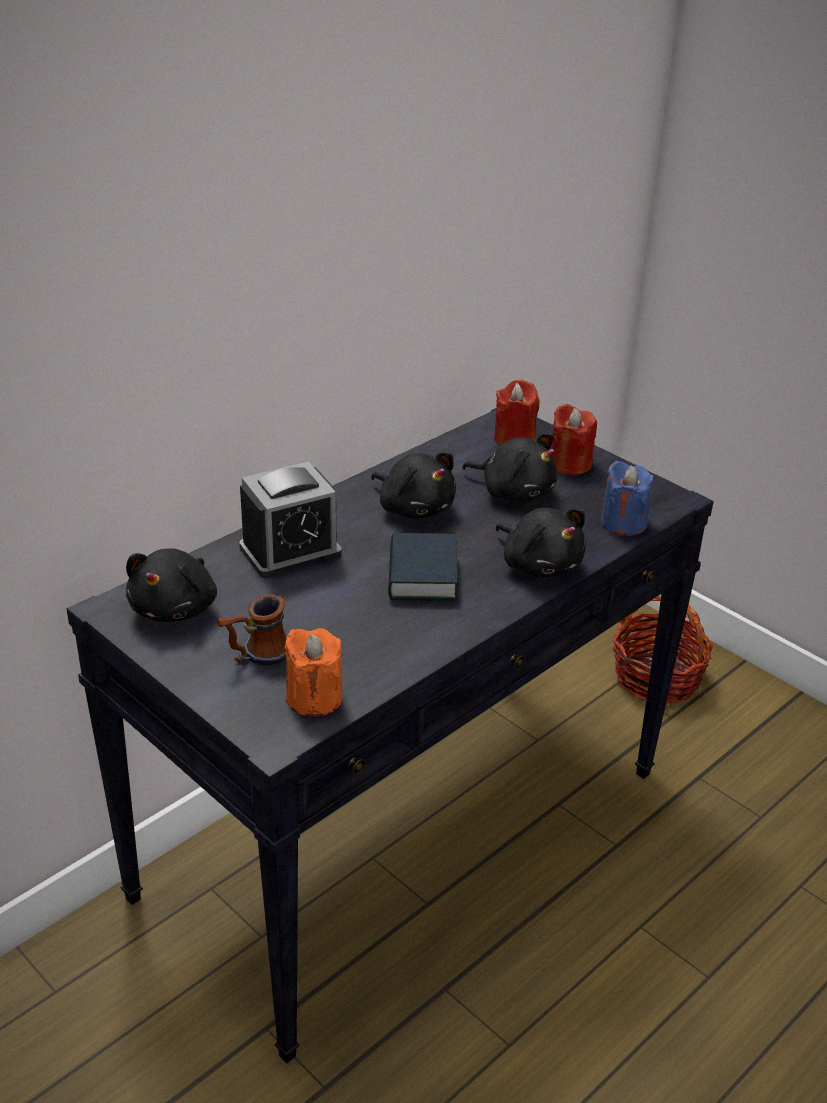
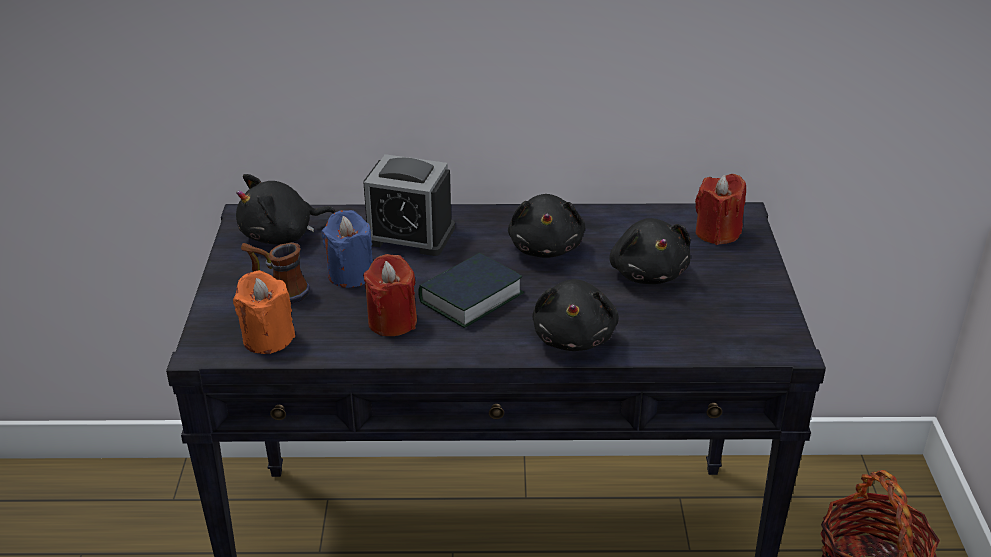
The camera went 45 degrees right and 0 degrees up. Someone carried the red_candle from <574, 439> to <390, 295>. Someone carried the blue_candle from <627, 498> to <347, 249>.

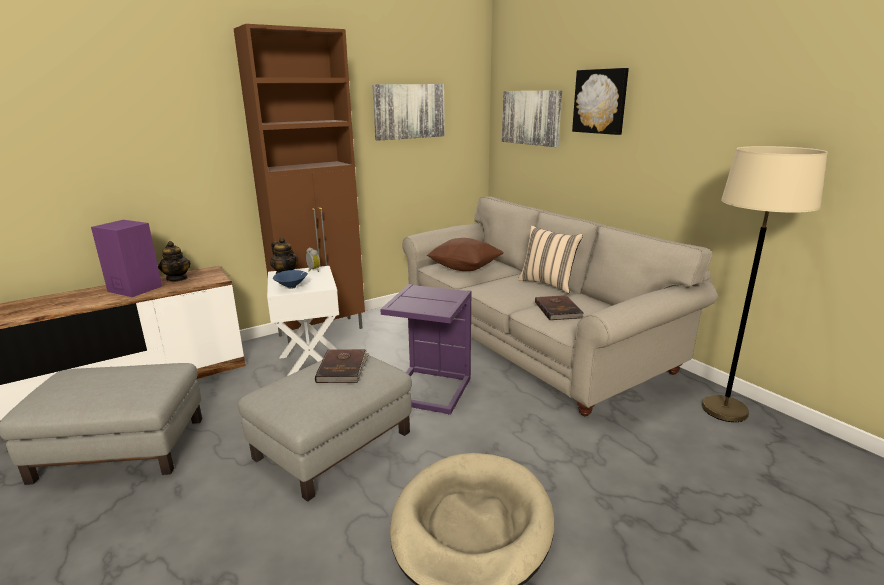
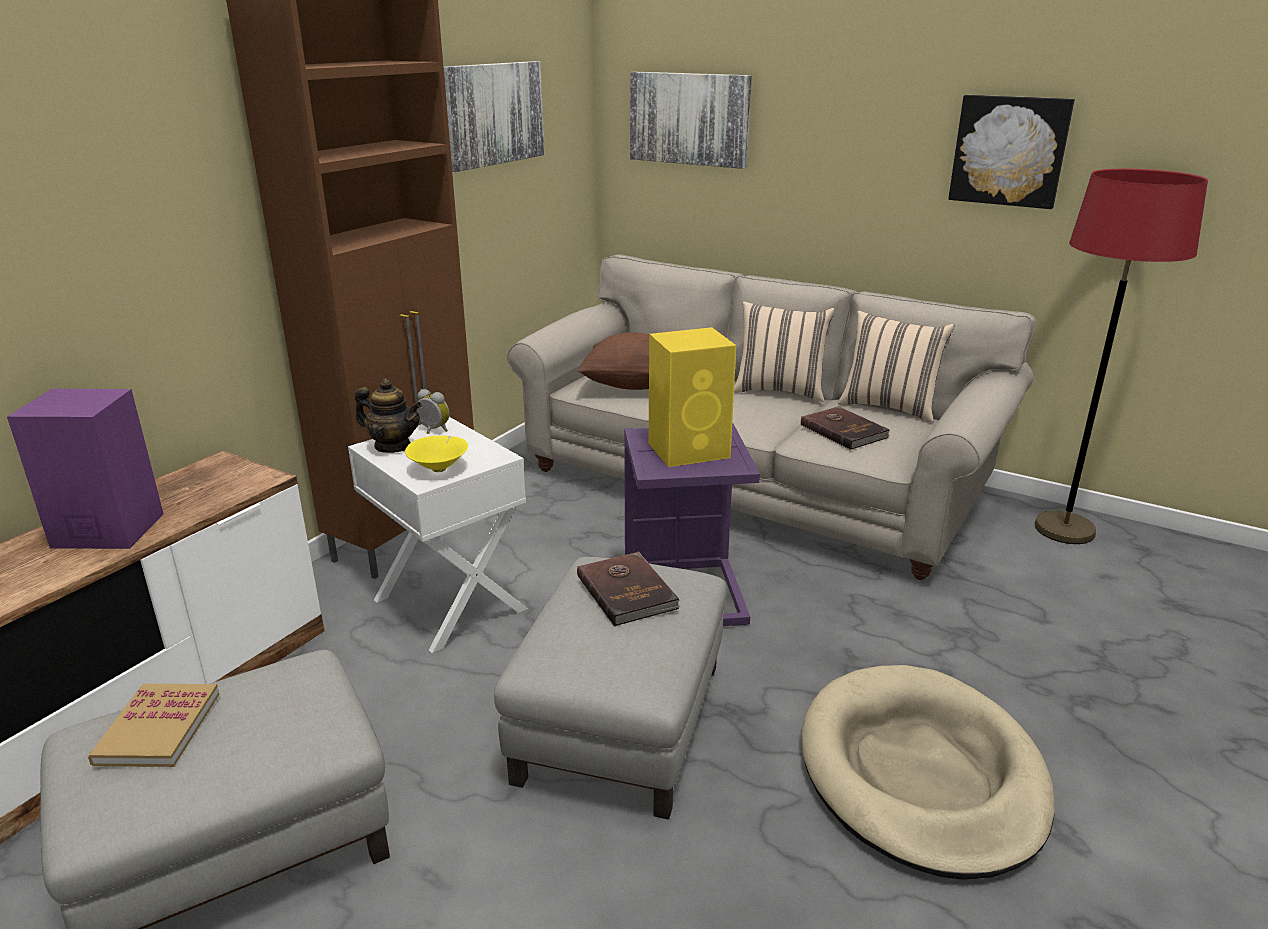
The camera went 25 degrees left and 5 degrees up. Someone took away the teapot at <174, 261>. Someone put down the book at <154, 725>. Someone put down the yellow_speaker at <692, 397>. Someone put down the beige_pillow at <896, 367>. Someone carried the picture from <600, 101> to <1011, 152>. Someone repainted the blue_bowl at <290, 279>, which became the yellow_bowl at <436, 453>. Someone repainted the beige_floor_lamp at <765, 284>, which became the red_floor_lamp at <1121, 356>.

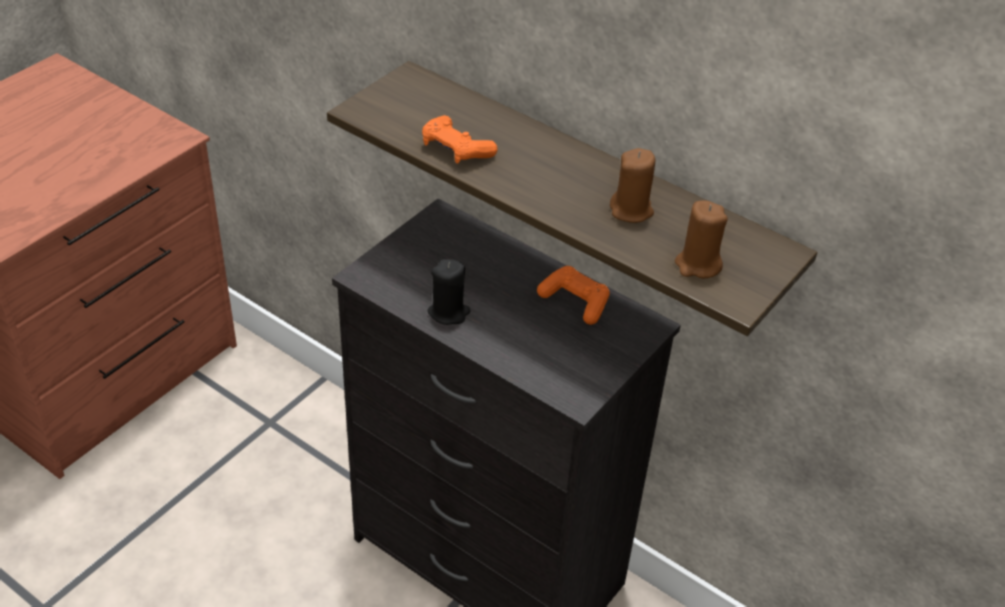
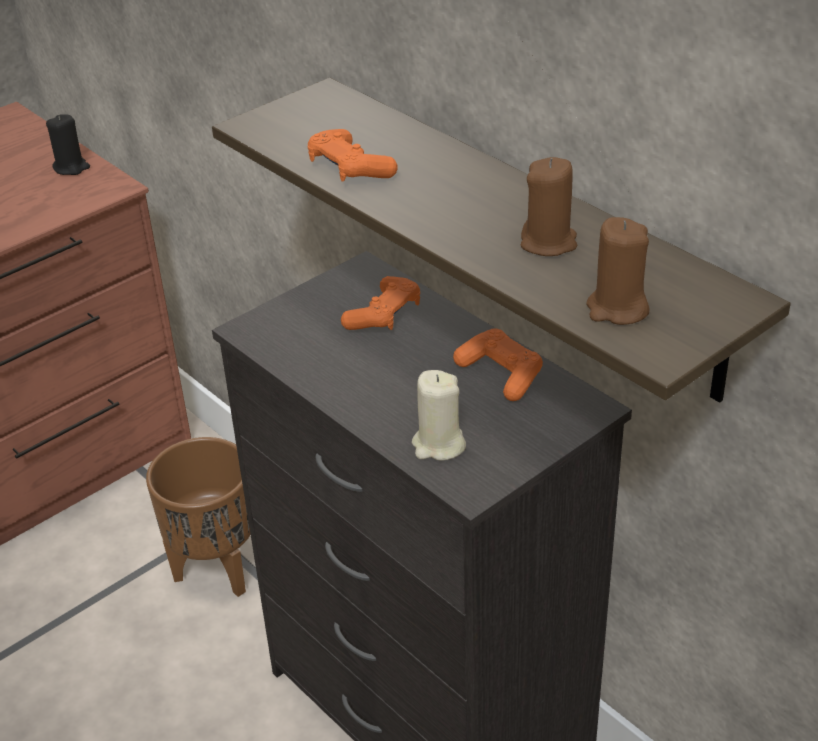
The camera went 15 degrees right and 5 degrees down. Someone put down the brown_planter at <198, 517>. Someone put down the orange_game_controller at <380, 303>. Someone put down the beige_candle at <439, 415>. Someone carried the black_candle from <449, 292> to <68, 144>.

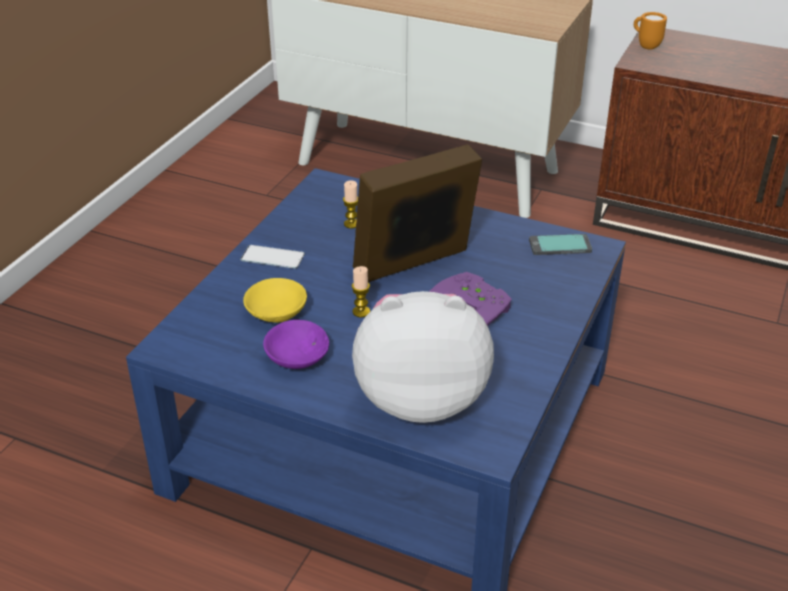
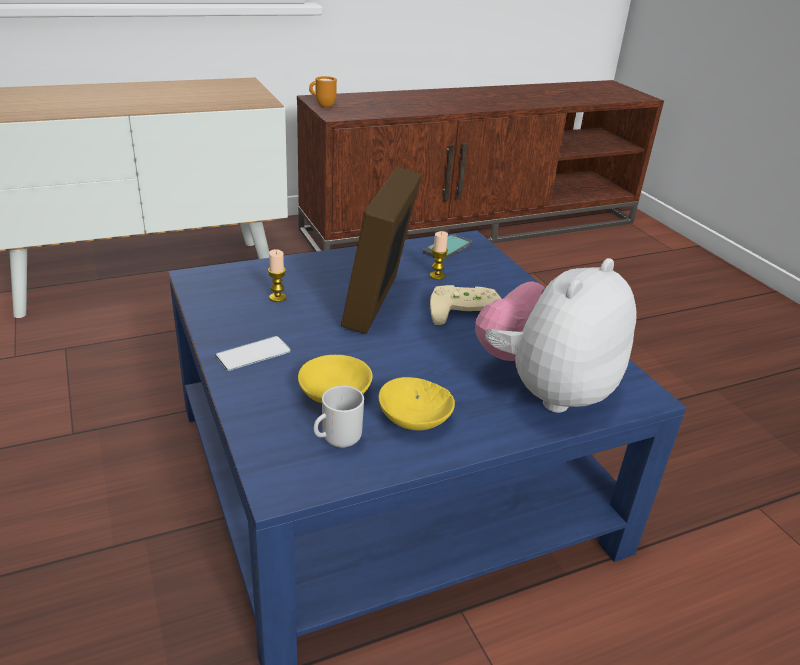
The camera went 50 degrees left and 5 degrees down. Someone put down the mug at <338, 417>. Someone carried the candle from <361, 292> to <438, 255>. Someone repainted the purple_bowl at <296, 344>, which became the yellow_bowl at <417, 404>. Someone repainted the purple_game_controller at <470, 299>, which became the beige_game_controller at <465, 305>.

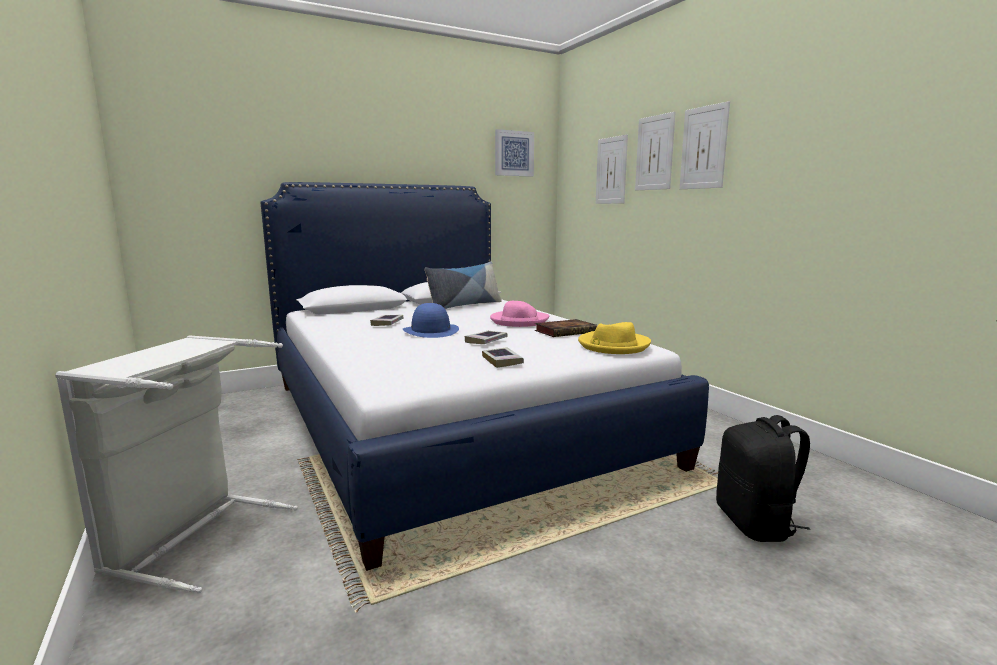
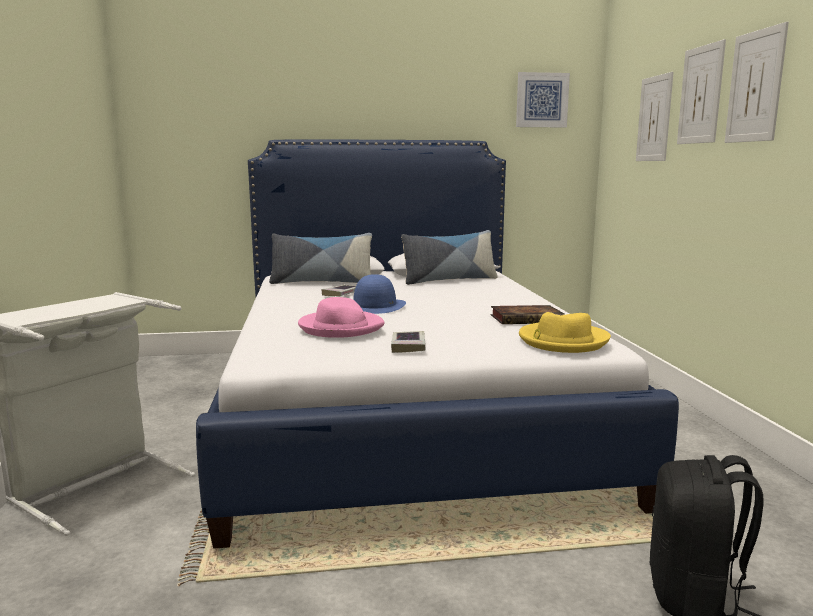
The camera went 20 degrees right and 0 degrees up. Someone took away the book at <486, 337>. Someone put down the pillow at <320, 258>. Someone carried the pink_hat from <519, 314> to <341, 317>.

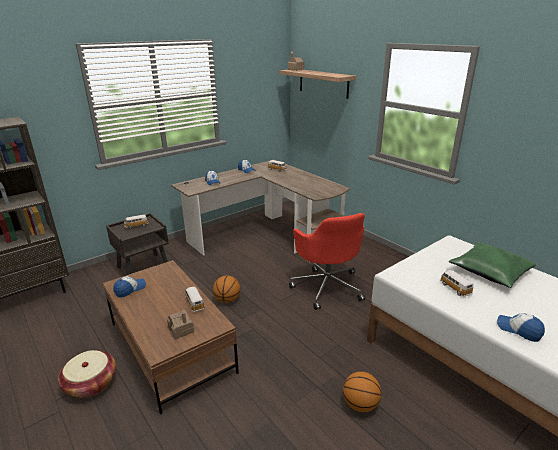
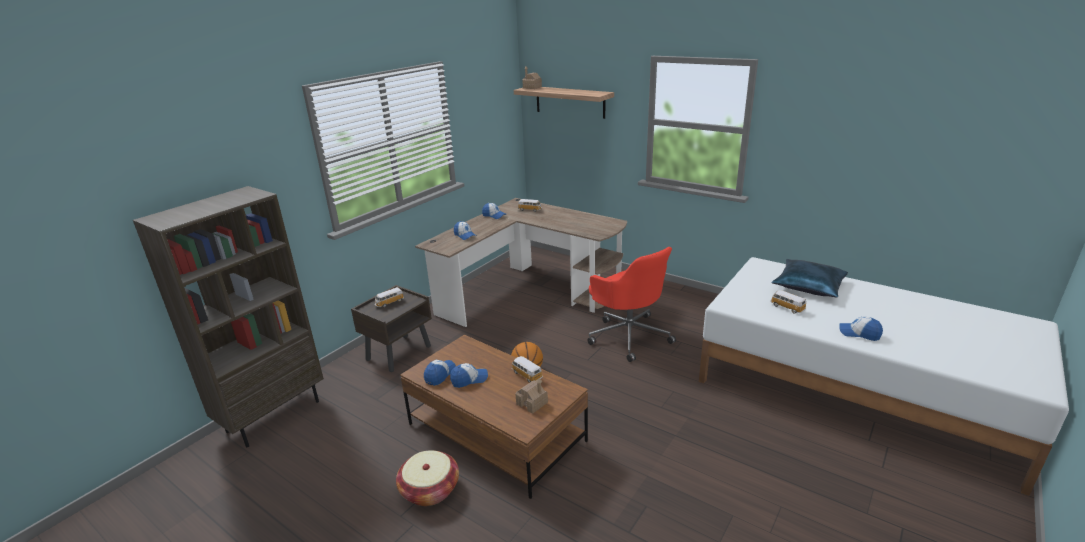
The camera went 15 degrees left and 0 degrees up. Someone took away the basketball at <362, 391>. Someone put down the cap at <469, 375>. Someone repainted the green_pillow at <492, 265>, which became the blue_pillow at <810, 278>.

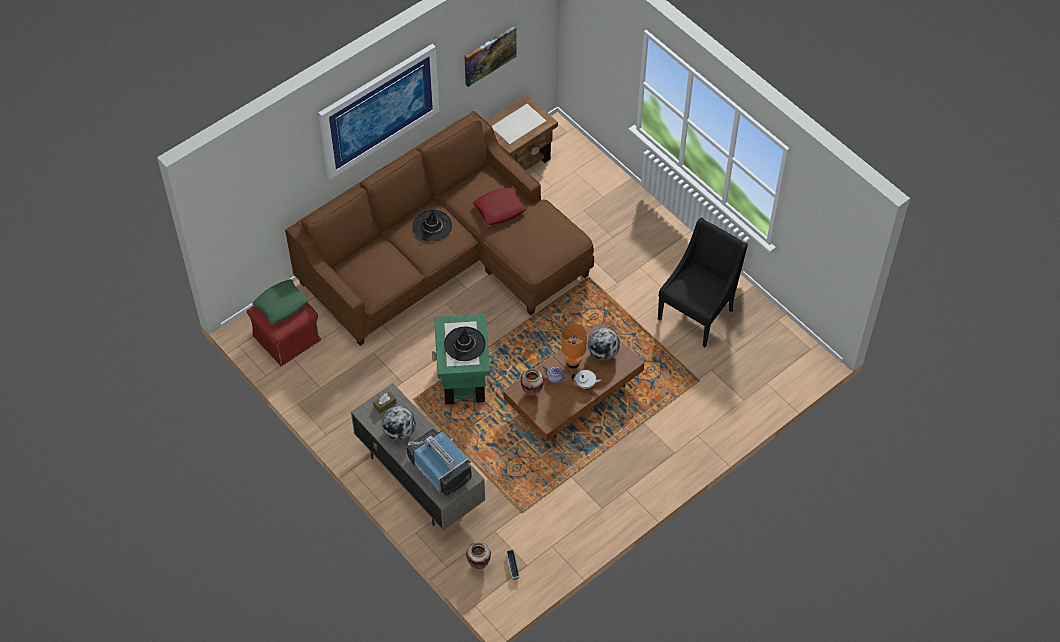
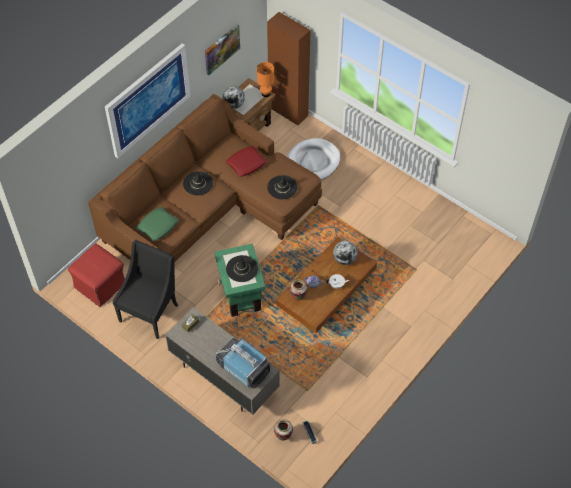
The camera went 10 degrees left and 0 degrees up. Someone put down the brown_cabinet at <289, 69>. Someone put down the black_hat at <282, 187>. Someone put down the white_dog_bed at <313, 159>. Someone carried the green_pillow from <281, 301> to <157, 224>. Someone carried the globe from <399, 423> to <233, 97>. Someone carried the orange_table_lamp from <574, 346> to <265, 79>. Someone carried the black_armchair from <703, 282> to <145, 289>.

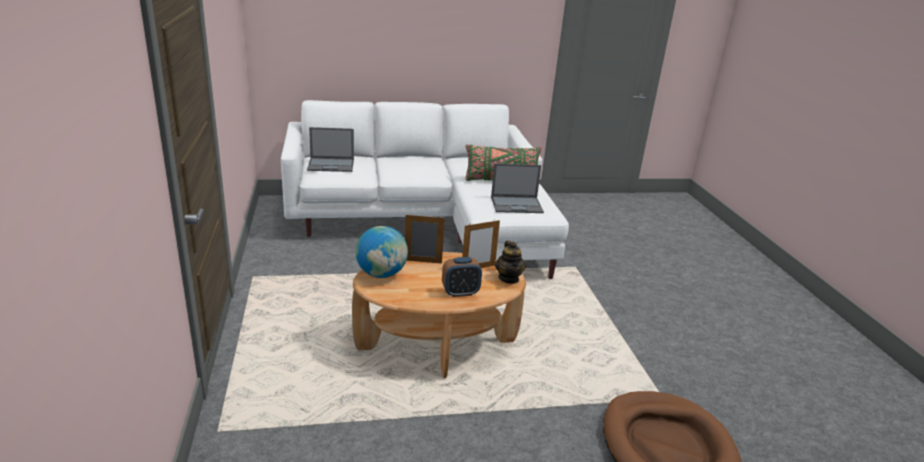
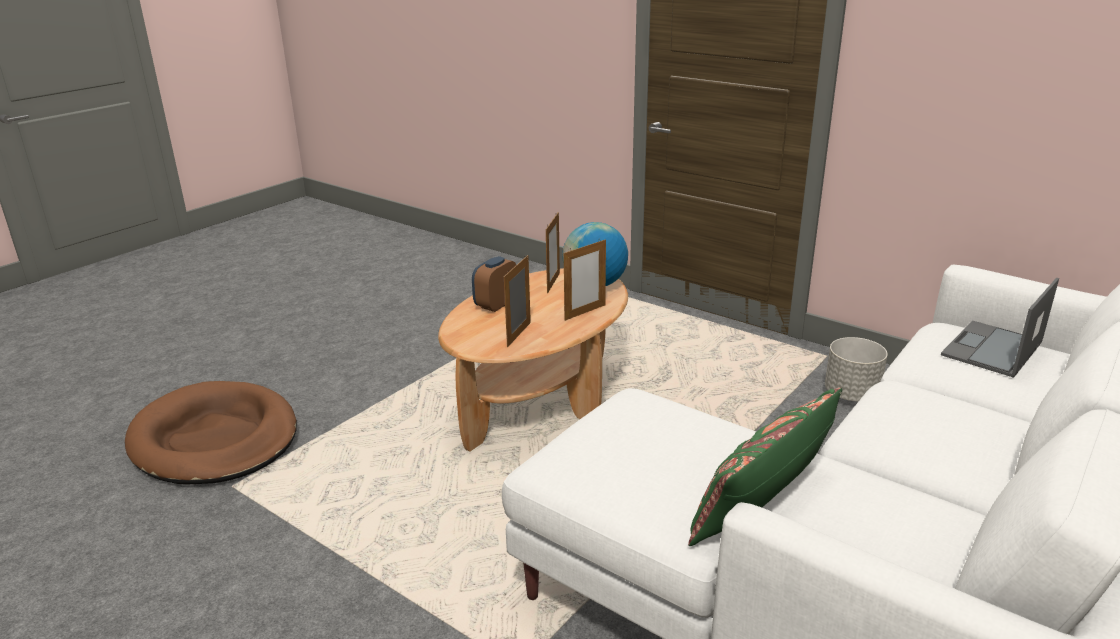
The camera went 140 degrees right and 0 degrees up. Someone took away the laptop at <517, 188>. Someone took away the teapot at <510, 262>. Someone put down the picture_frame at <553, 252>. Someone put down the grey_planter at <856, 369>.

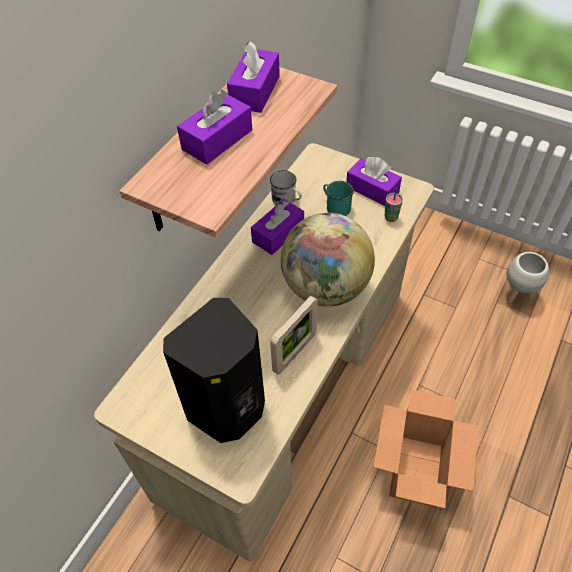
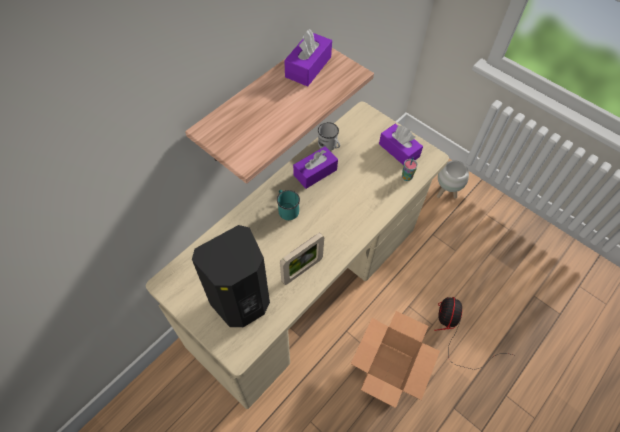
The camera went 10 degrees right and 5 degrees up. Someone took away the purple_tissue_box at <214, 127>. Someone took away the globe at <328, 260>. Someone put down the fan at <473, 333>. Someone carried the turquoise_mug from <338, 198> to <288, 205>. Someone carried the white_planter from <528, 278> to <453, 179>.

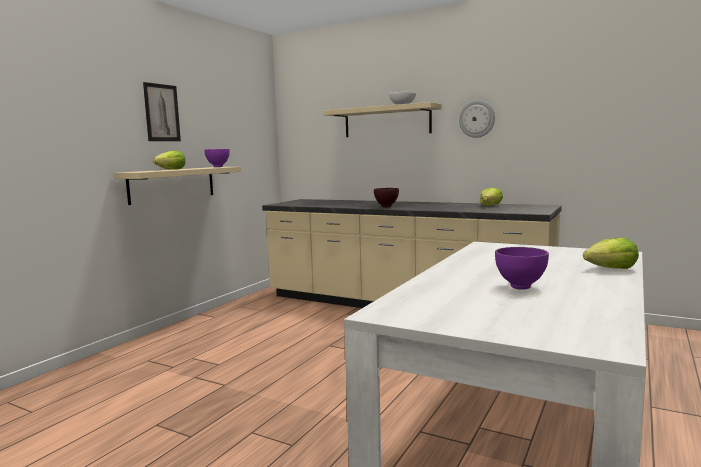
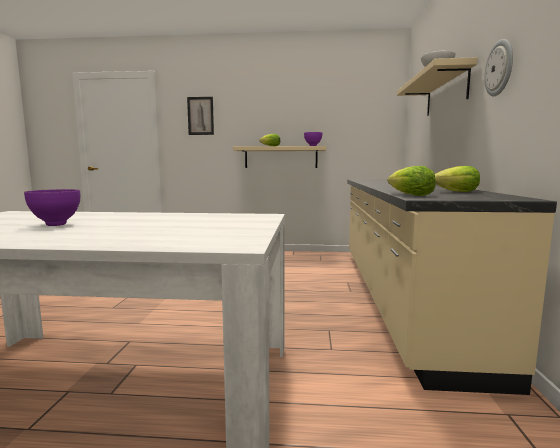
The camera went 65 degrees right and 0 degrees up. Someone took away the brown_bowl at <386, 197>. Someone carried the picture from <162, 111> to <200, 116>. Someone carried the lettuce from <611, 253> to <411, 181>.

